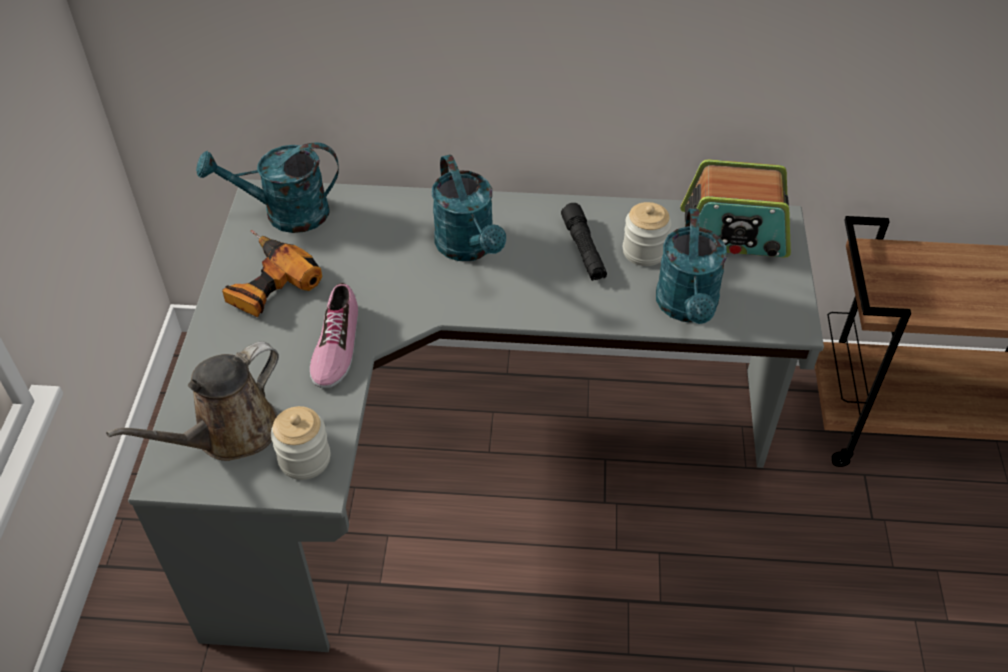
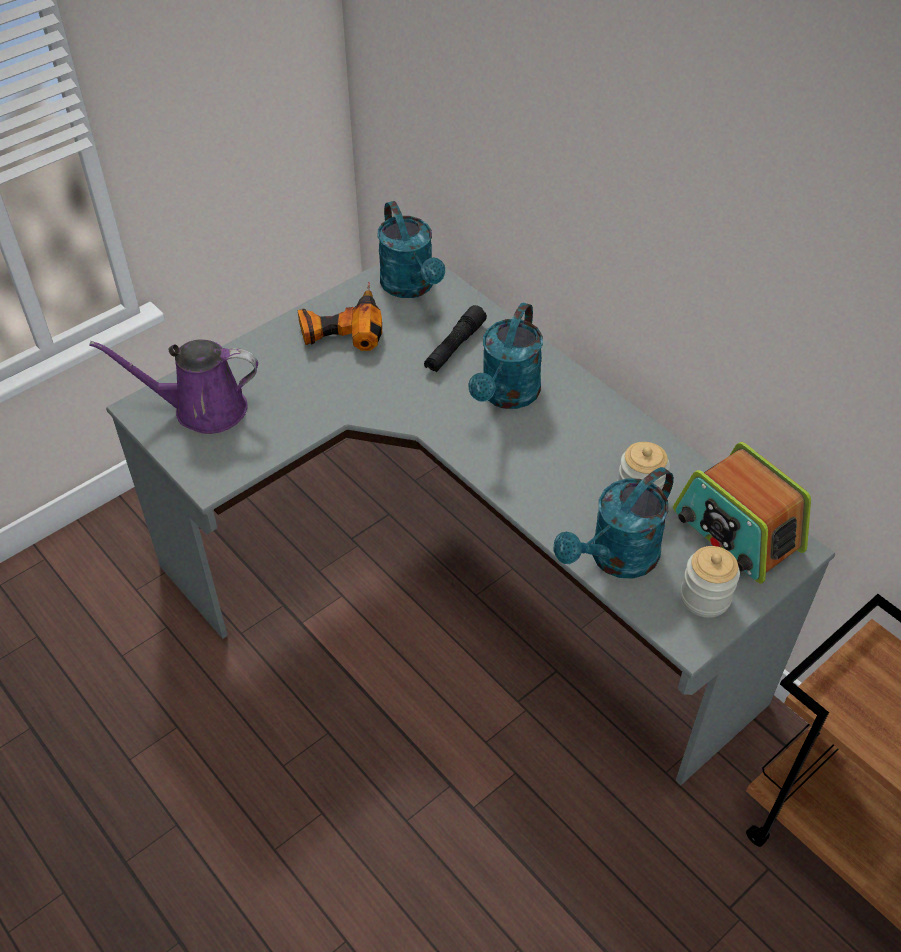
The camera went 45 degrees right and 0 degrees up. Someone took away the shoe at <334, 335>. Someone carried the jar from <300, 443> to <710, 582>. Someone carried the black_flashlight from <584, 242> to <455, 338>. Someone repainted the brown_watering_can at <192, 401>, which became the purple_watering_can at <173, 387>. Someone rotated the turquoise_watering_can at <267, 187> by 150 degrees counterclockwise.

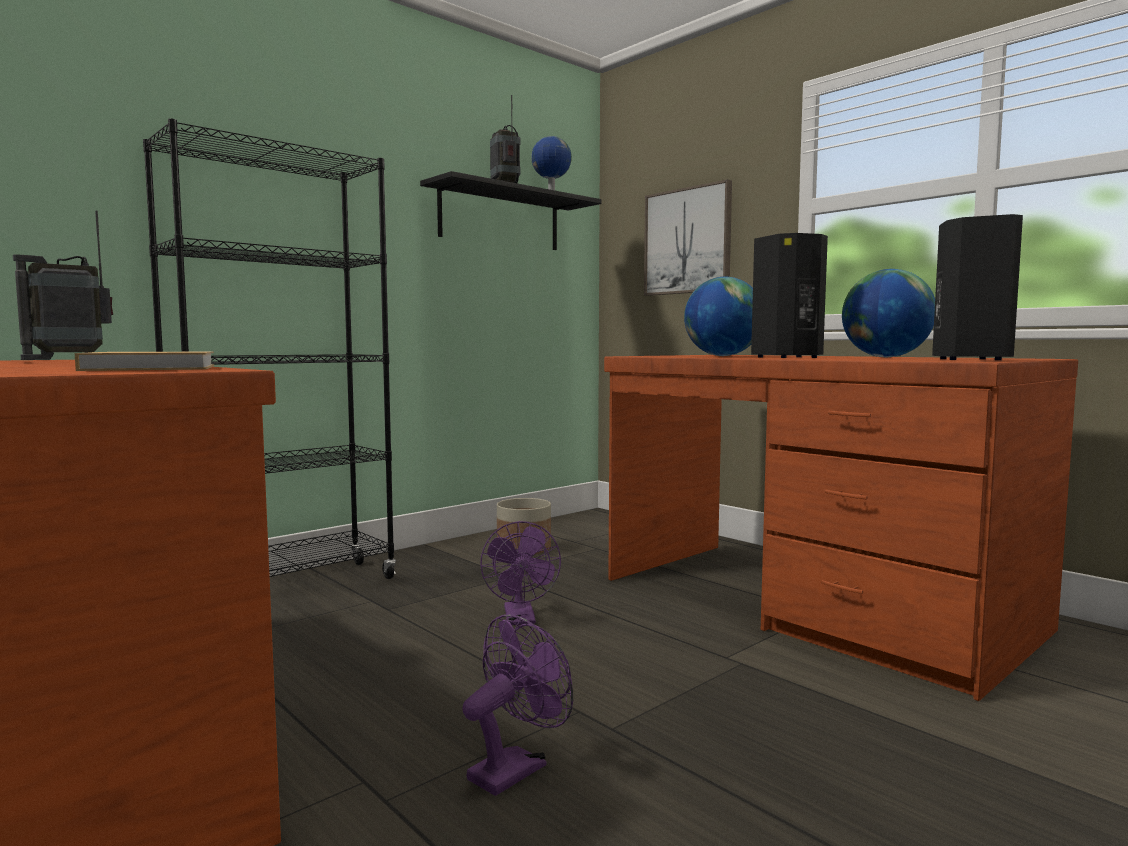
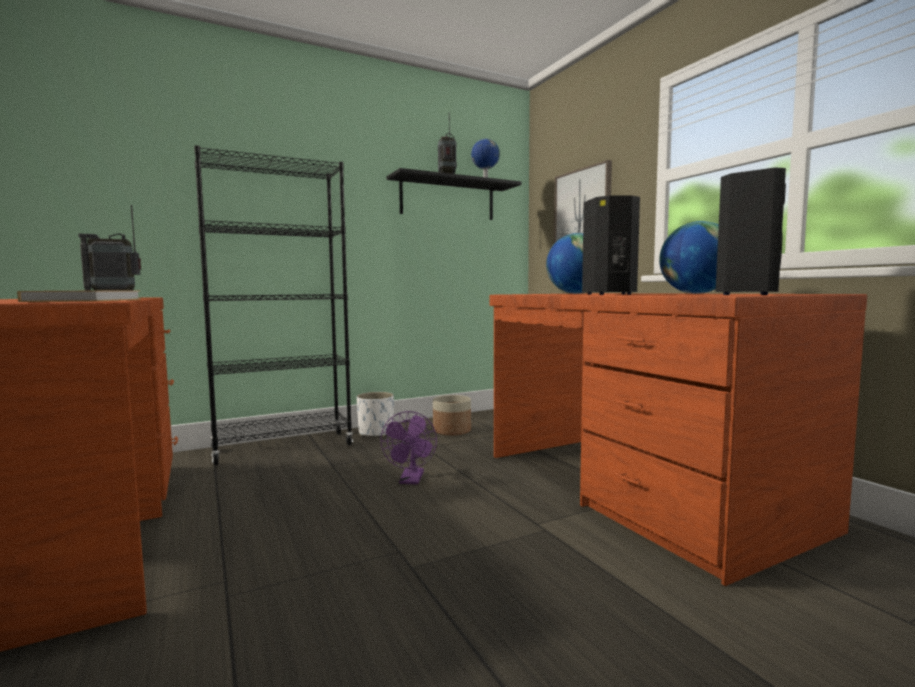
The camera went 15 degrees right and 0 degrees up. Someone took away the purple_fan at <517, 705>. Someone put down the white_planter at <375, 414>.

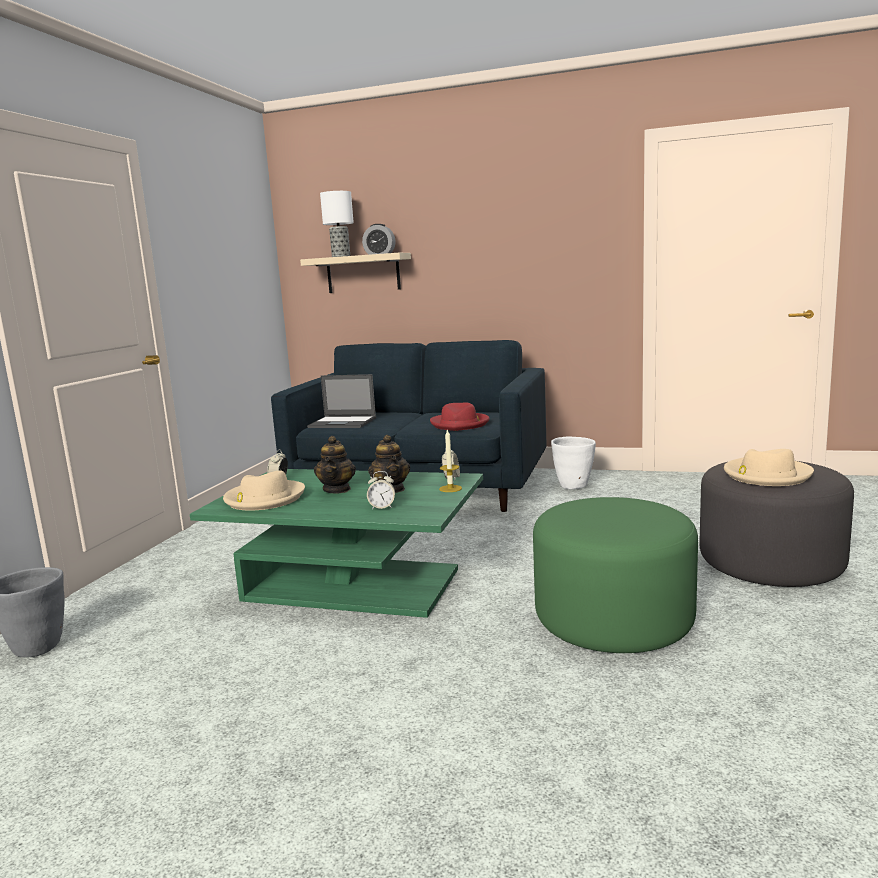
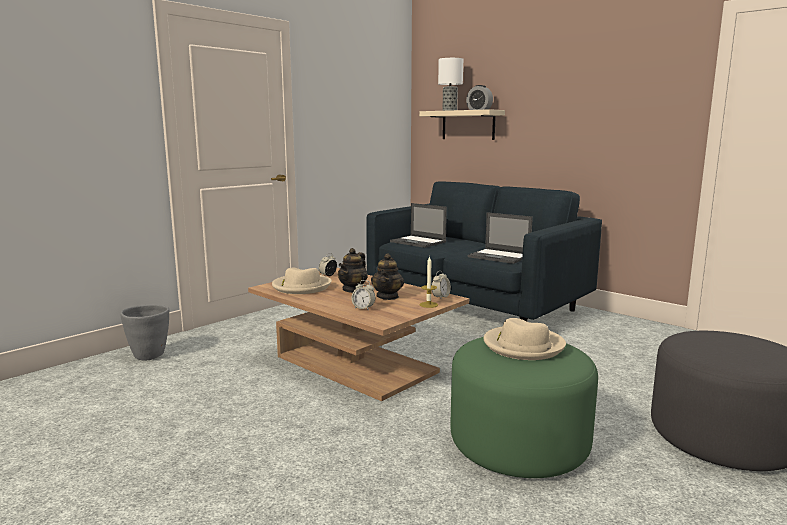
The camera went 25 degrees right and 0 degrees up. Someone took away the white_planter at <573, 463>. Someone carried the beige_hat from <769, 467> to <525, 339>. Someone swapped the red_hat at <459, 416> for the laptop at <500, 238>. Someone repainted the green_coffee_table at <336, 543>, which became the brown_coffee_table at <358, 334>.

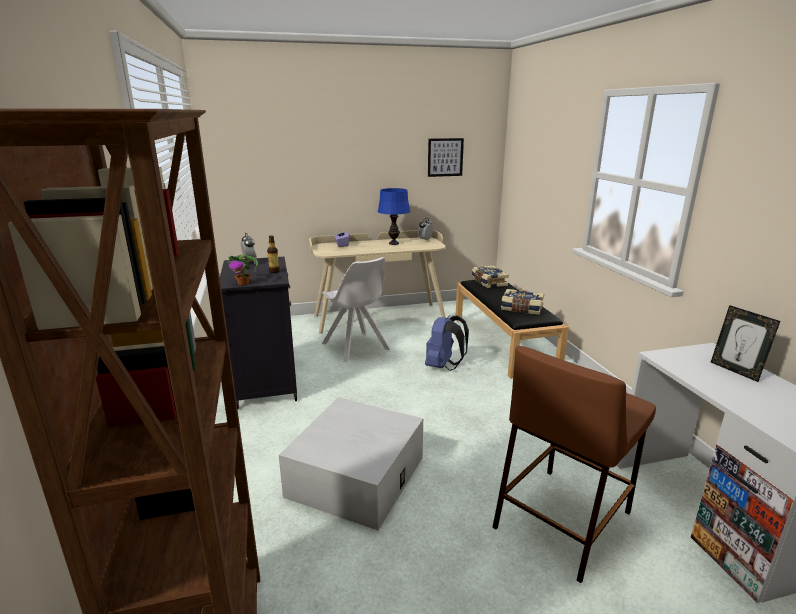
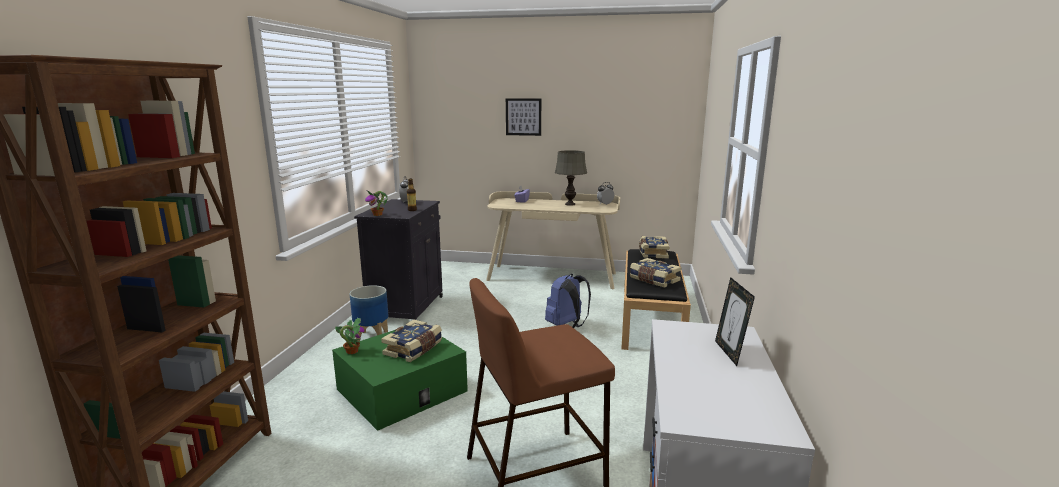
The camera went 25 degrees right and 5 degrees down. Someone took away the white_chair at <356, 309>. Someone put down the potted_plant at <350, 336>. Someone put down the planter at <369, 313>. Someone put down the book at <411, 341>. Someone carried the picture from <446, 157> to <523, 117>. Someone repainted the white_storage_box at <351, 464>, which became the green_storage_box at <400, 380>. Someone repainted the blue_table_lamp at <394, 216>, which became the grey_table_lamp at <571, 178>.

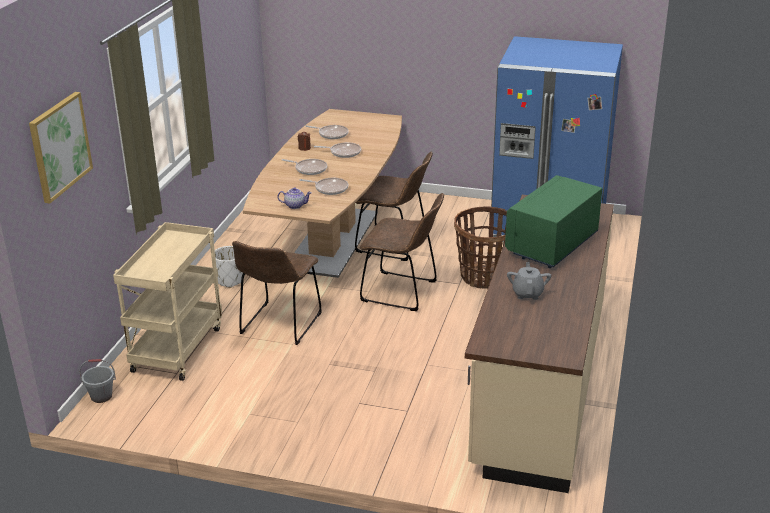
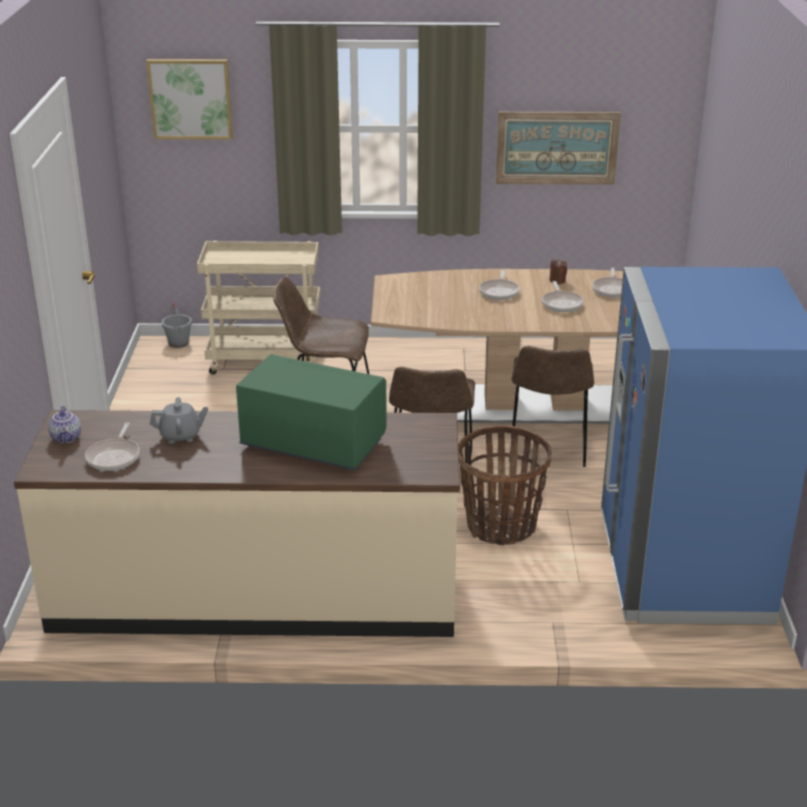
The camera went 75 degrees right and 0 degrees up. Someone took away the white_planter at <229, 267>. Someone put up the picture at <558, 148>. Someone carried the teapot from <294, 198> to <64, 424>. Someone carried the frying_pan from <324, 186> to <112, 446>.

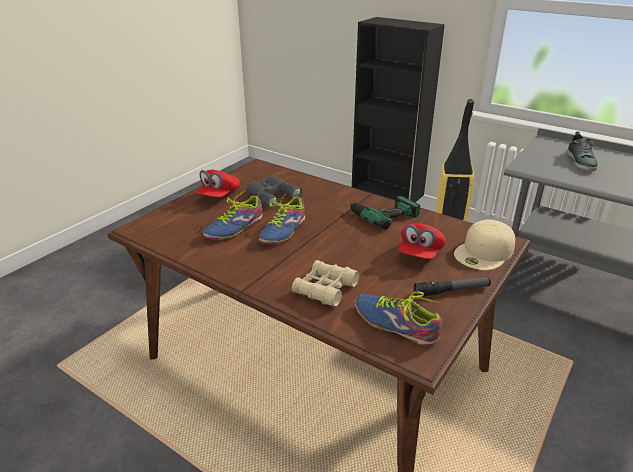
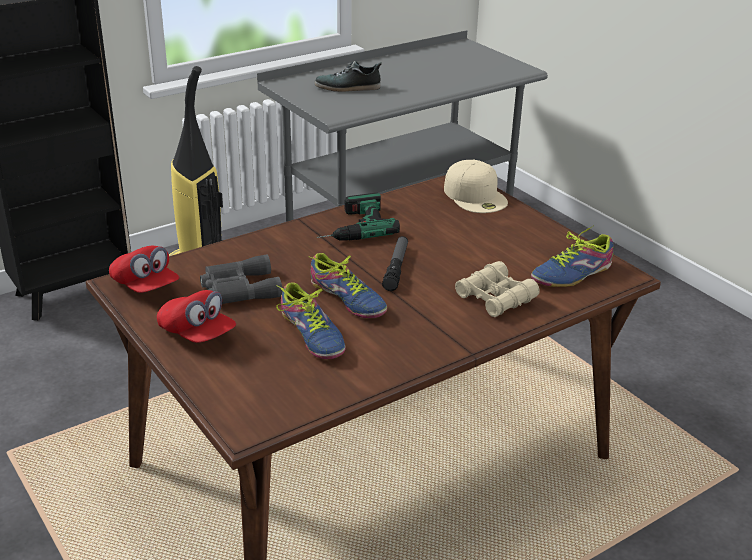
The camera went 70 degrees left and 0 degrees up. Someone carried the red_cap from <422, 241> to <144, 269>. Someone carried the flashlight from <452, 286> to <395, 263>. Someone rotated the shoe at <582, 151> by 150 degrees clockwise.

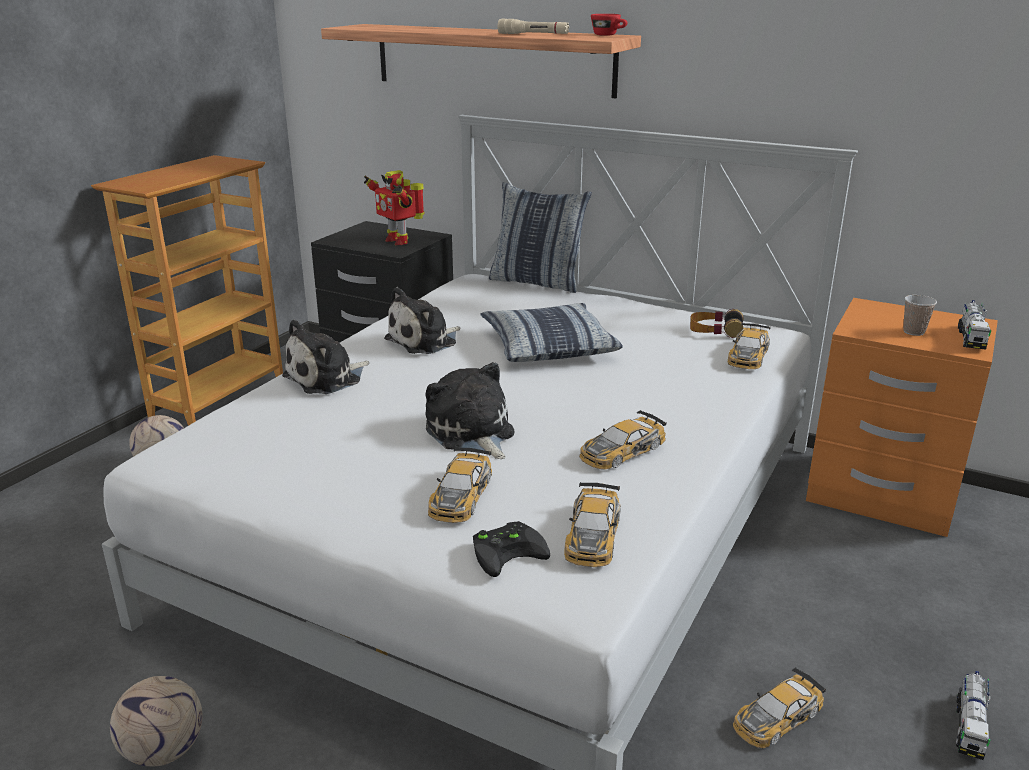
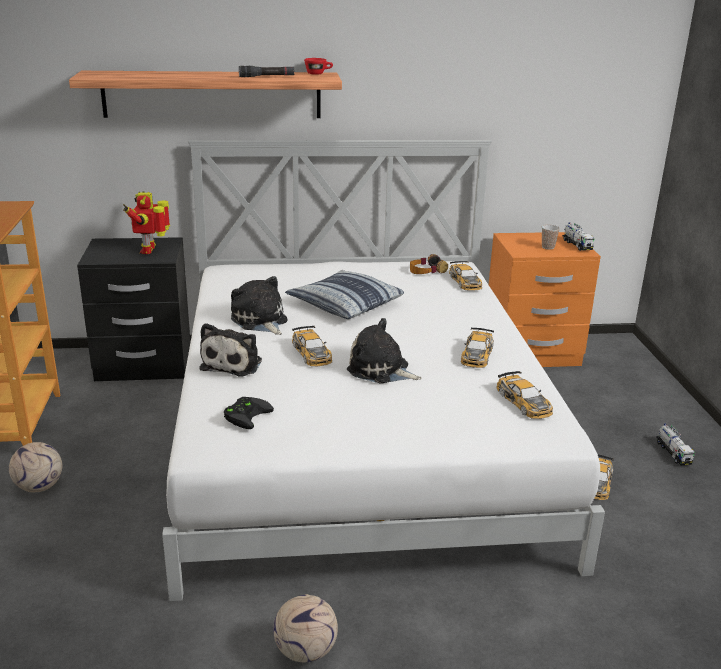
The camera went 35 degrees left and 0 degrees up. Someone took away the pillow at <540, 237>. Someone carried the toy_car from <460, 485> to <312, 346>. Someone carried the black_game_controller from <511, 549> to <249, 413>. Someone repainted the beige_flashlight at <533, 26>, which became the black_flashlight at <267, 71>. Someone rotated the toy_robot at <394, 207> by 75 degrees clockwise. Someone rotated the plush_toy at <422, 320> by 135 degrees clockwise.

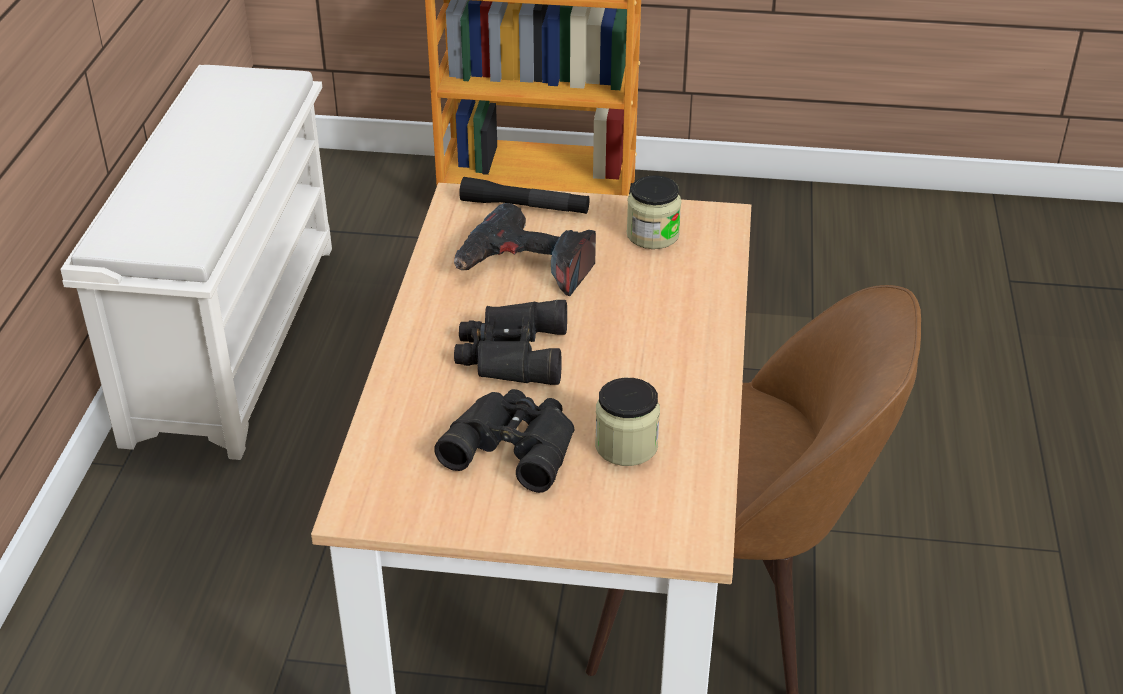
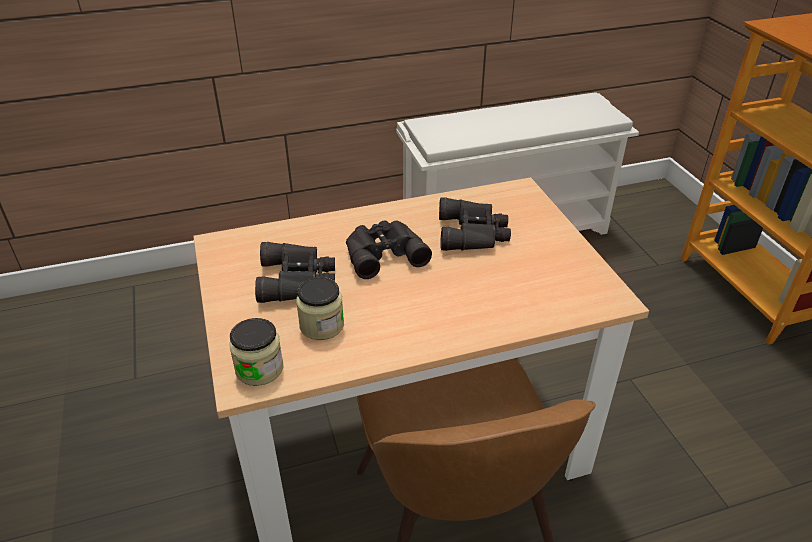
The camera went 65 degrees right and 0 degrees up. Someone took away the black_flashlight at <524, 195>. Someone carried the jar from <654, 212> to <257, 352>. Someone swapped the power_drill at <525, 249> for the black_binoculars at <475, 224>.

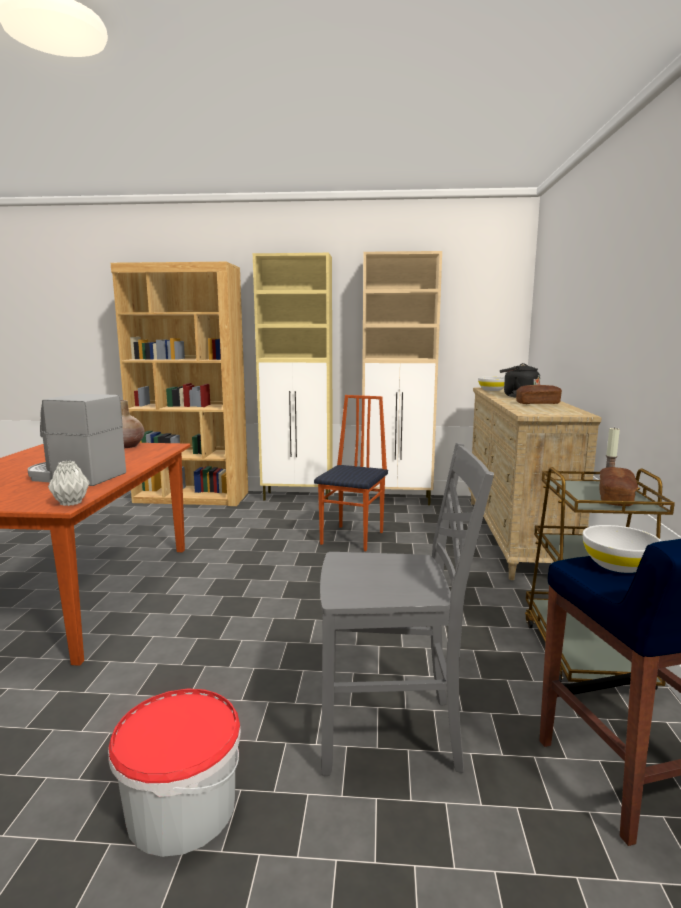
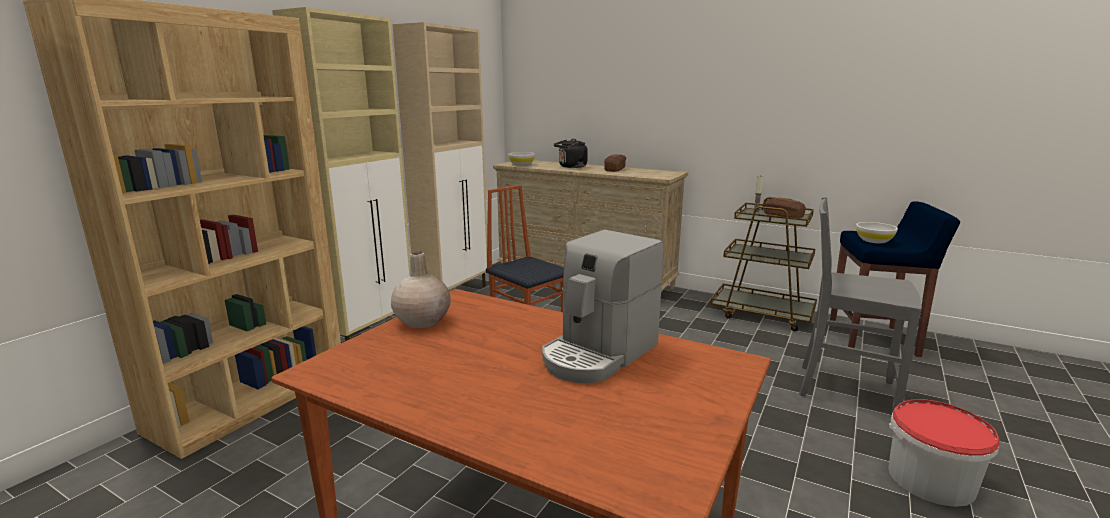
The camera went 65 degrees left and 5 degrees up. Someone took away the grey_vase at <69, 483>. Someone rotated the grey_chair at <407, 609> by 90 degrees counterclockwise.

